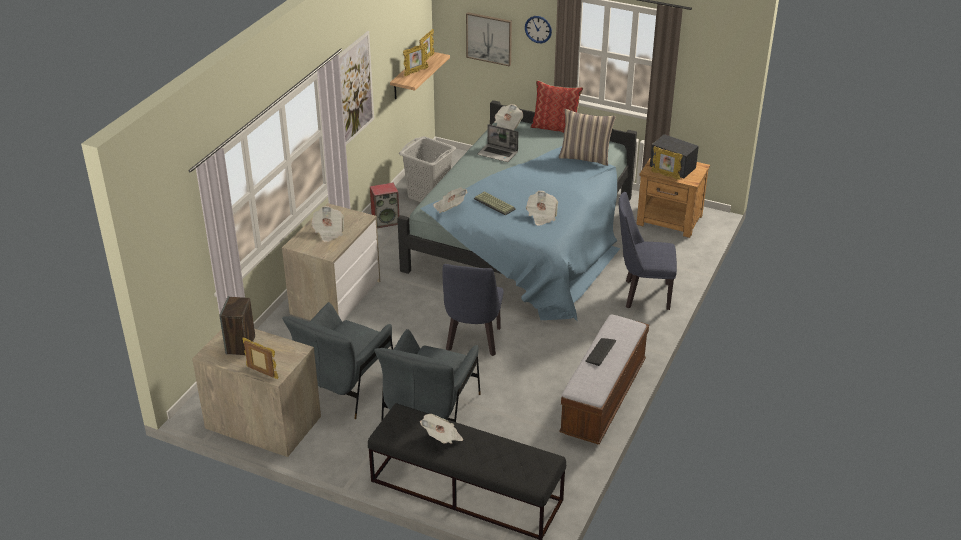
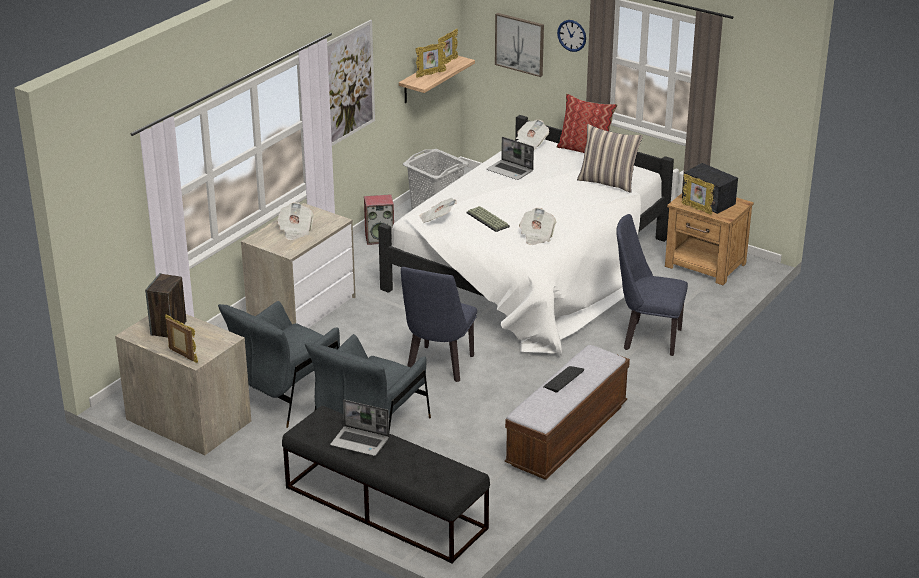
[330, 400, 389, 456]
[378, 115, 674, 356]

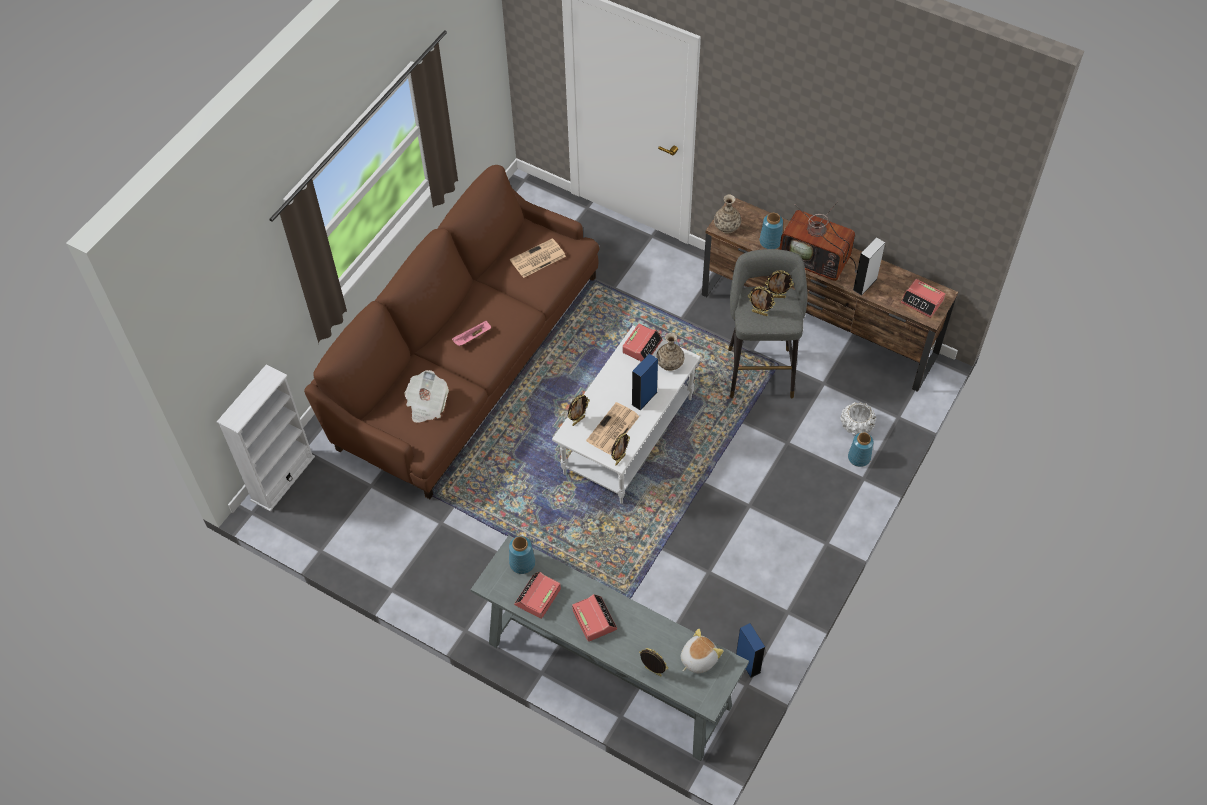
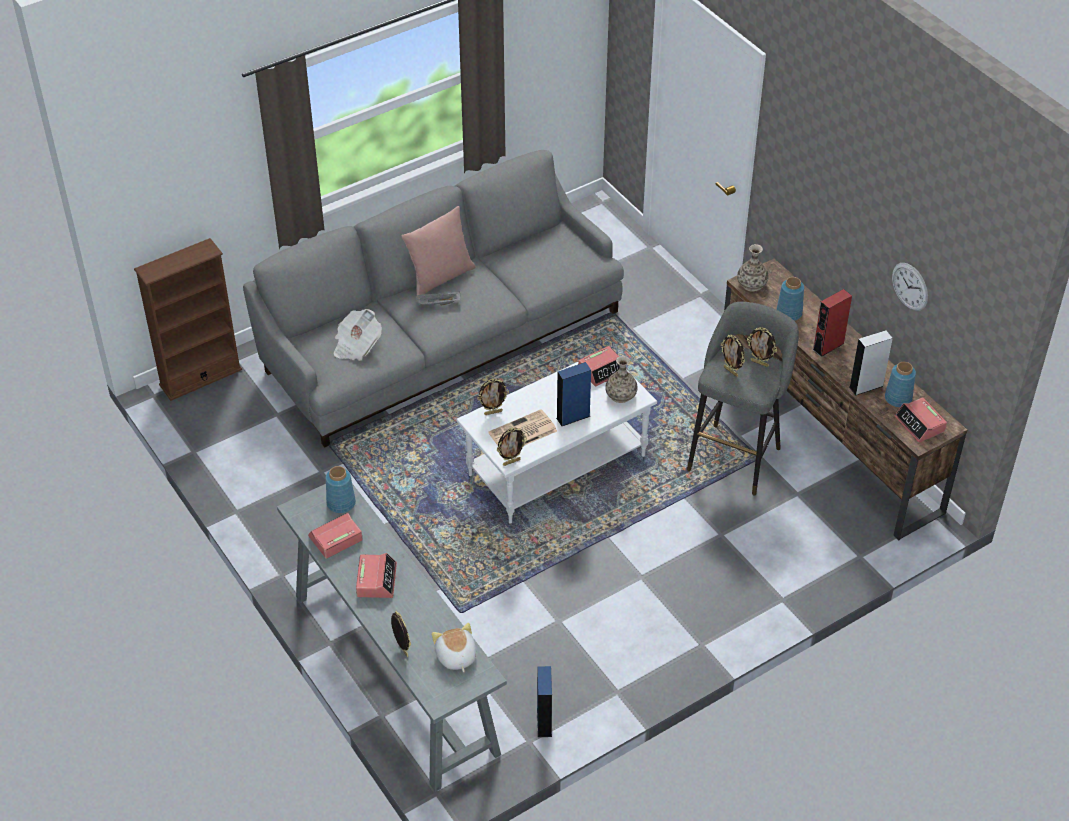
[134, 238, 242, 401]
[243, 150, 624, 448]
[402, 206, 476, 295]
[416, 291, 461, 305]
[432, 623, 476, 672]
[813, 289, 852, 357]
[885, 362, 916, 407]
[892, 263, 928, 311]
[510, 238, 566, 278] (first image)
[840, 402, 876, 435] (first image)

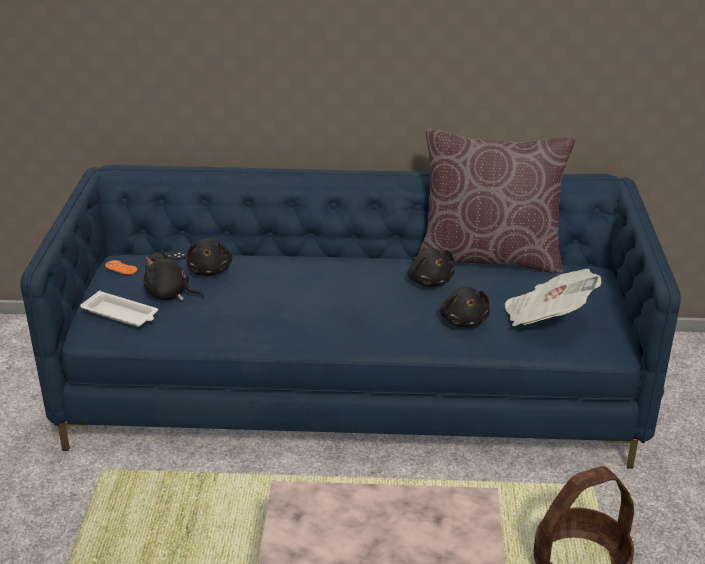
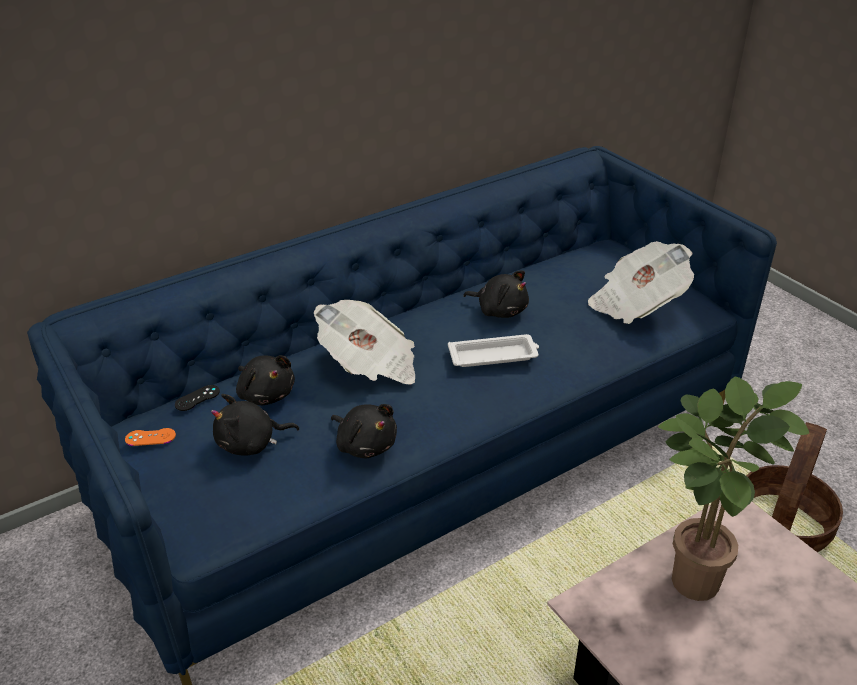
[314, 300, 415, 384]
[331, 404, 397, 459]
[448, 334, 539, 367]
[658, 377, 809, 601]
[418, 129, 575, 273] (first image)

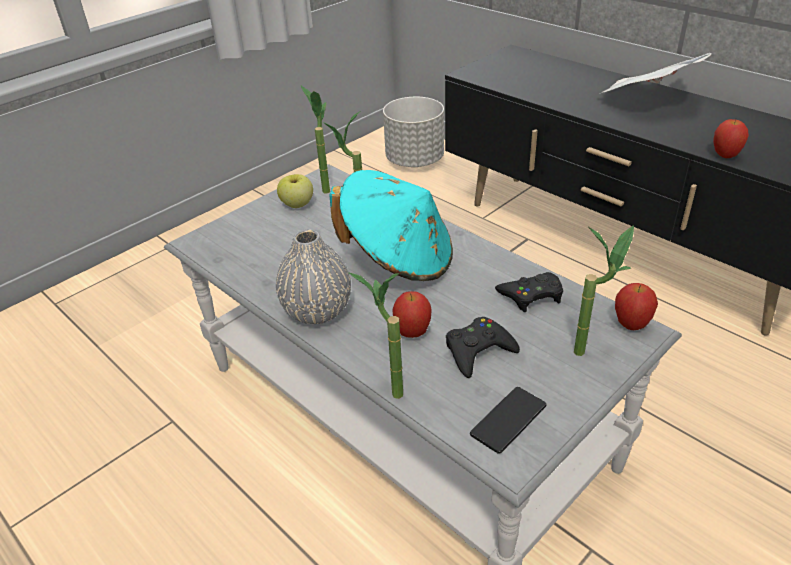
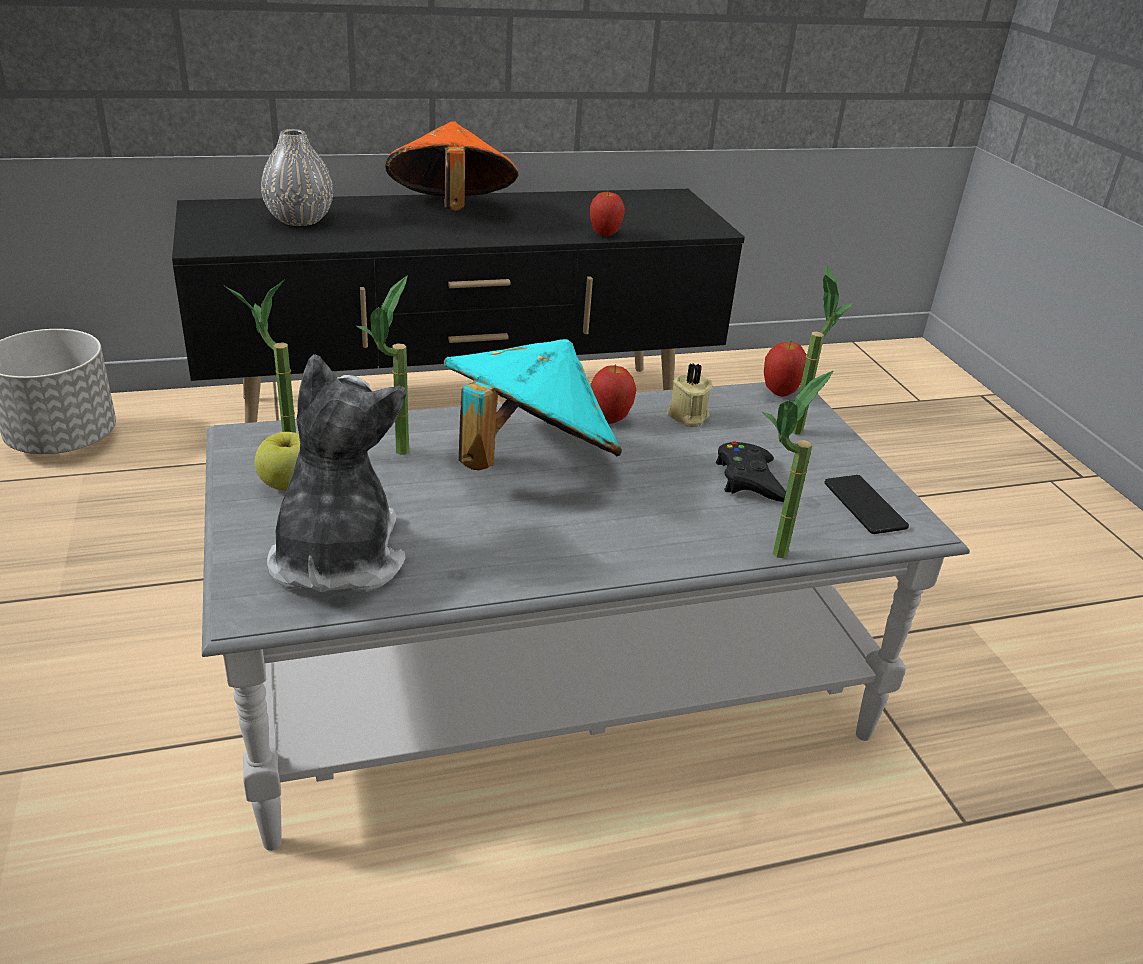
[261, 129, 333, 226]
[267, 354, 406, 592]
[385, 121, 519, 211]
[590, 364, 637, 424]
[667, 363, 713, 427]

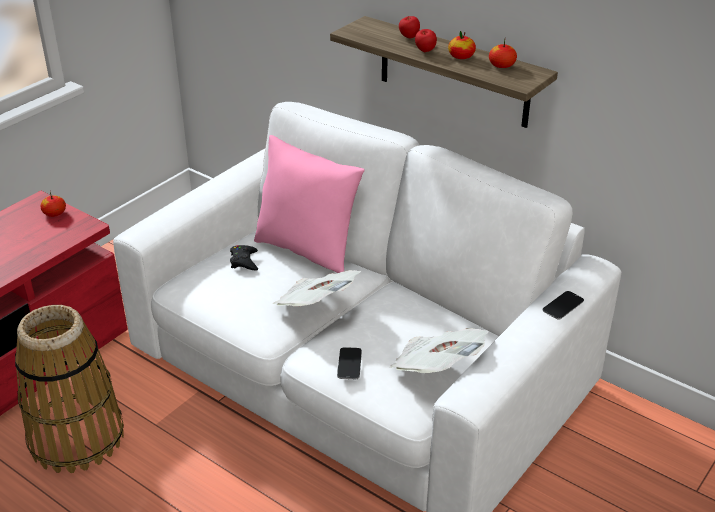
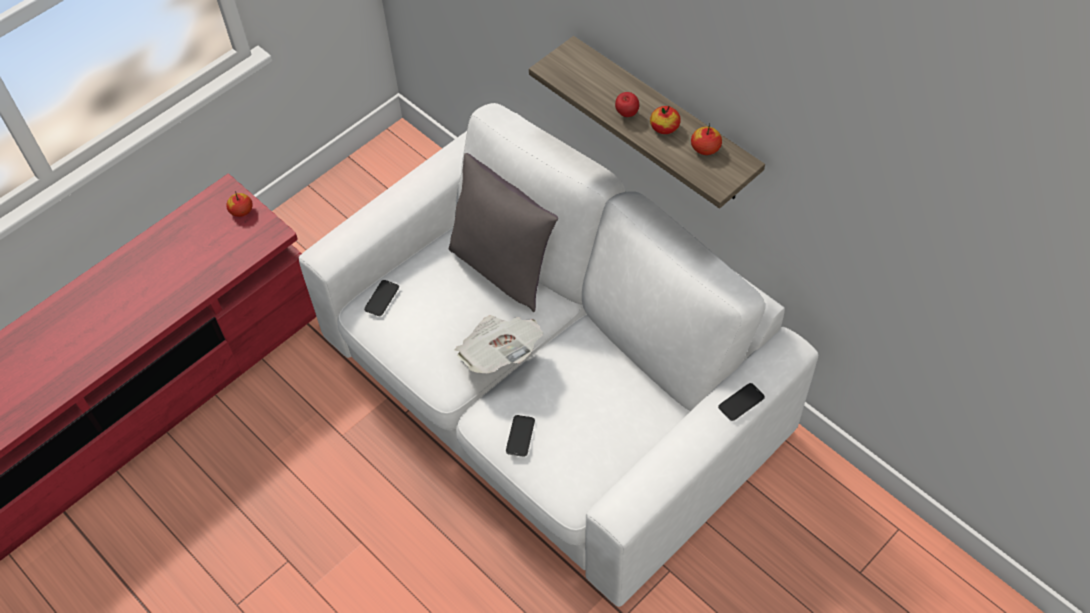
[364, 280, 399, 316]
[449, 153, 558, 312]
[15, 305, 124, 473] (first image)
[230, 245, 258, 271] (first image)
[390, 328, 488, 373] (first image)
[399, 16, 420, 39] (first image)

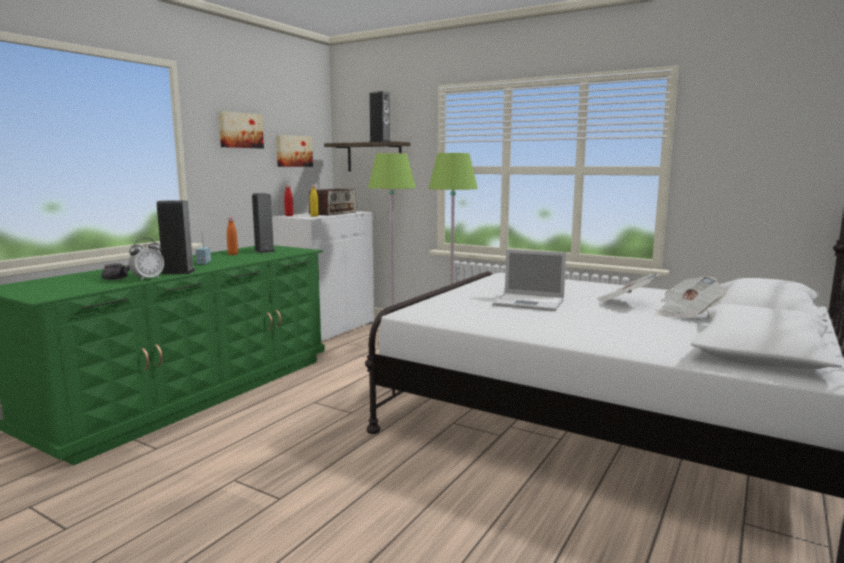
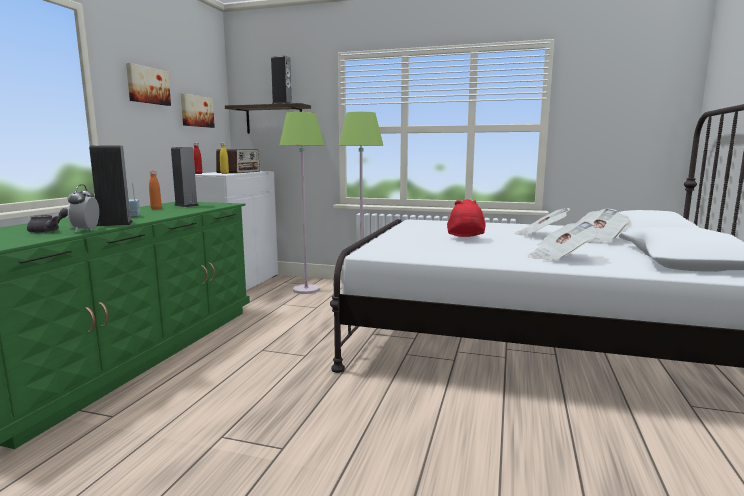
[67, 184, 99, 232]
[447, 199, 486, 237]
[528, 221, 598, 260]

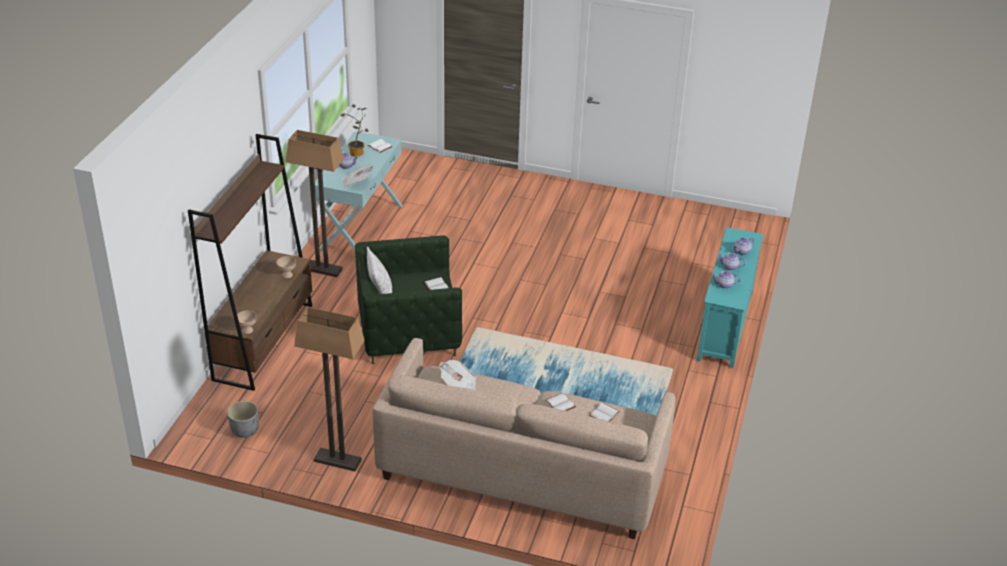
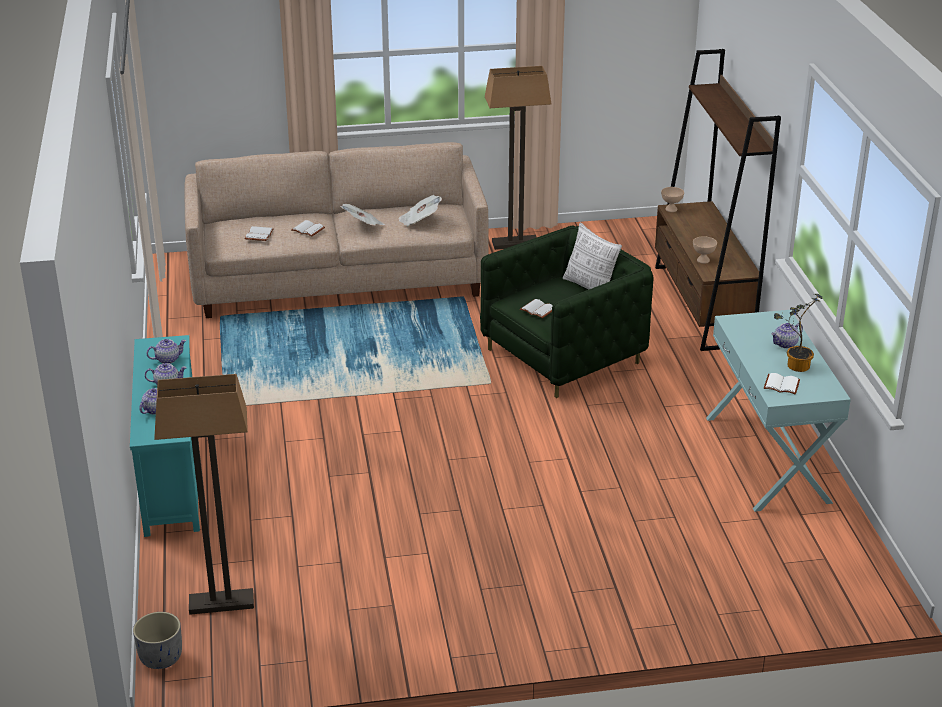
[133, 612, 182, 669]
[154, 374, 254, 615]
[340, 204, 386, 226]

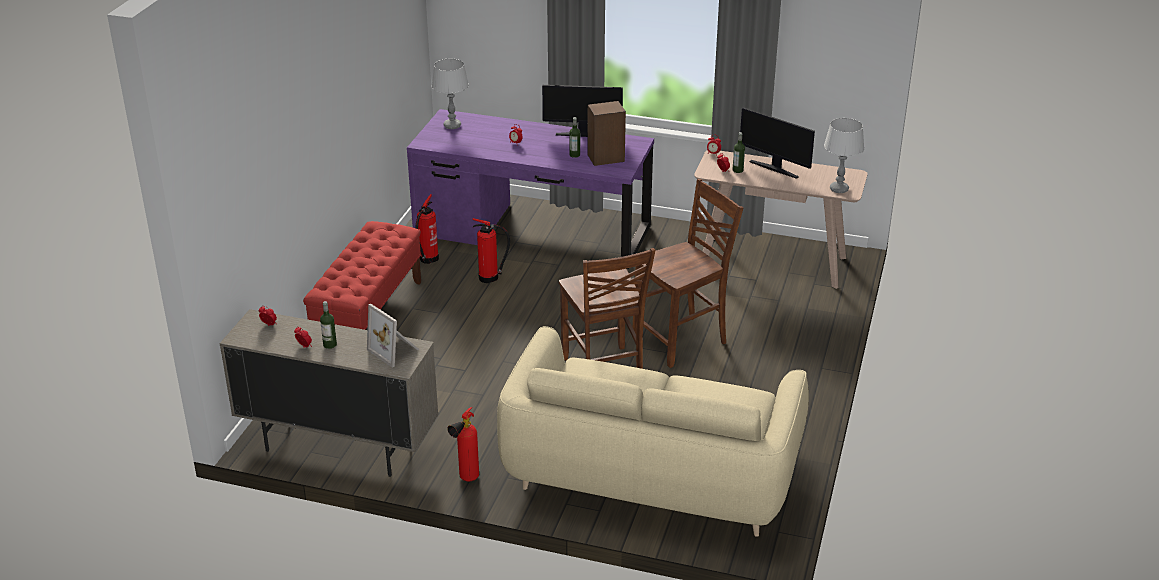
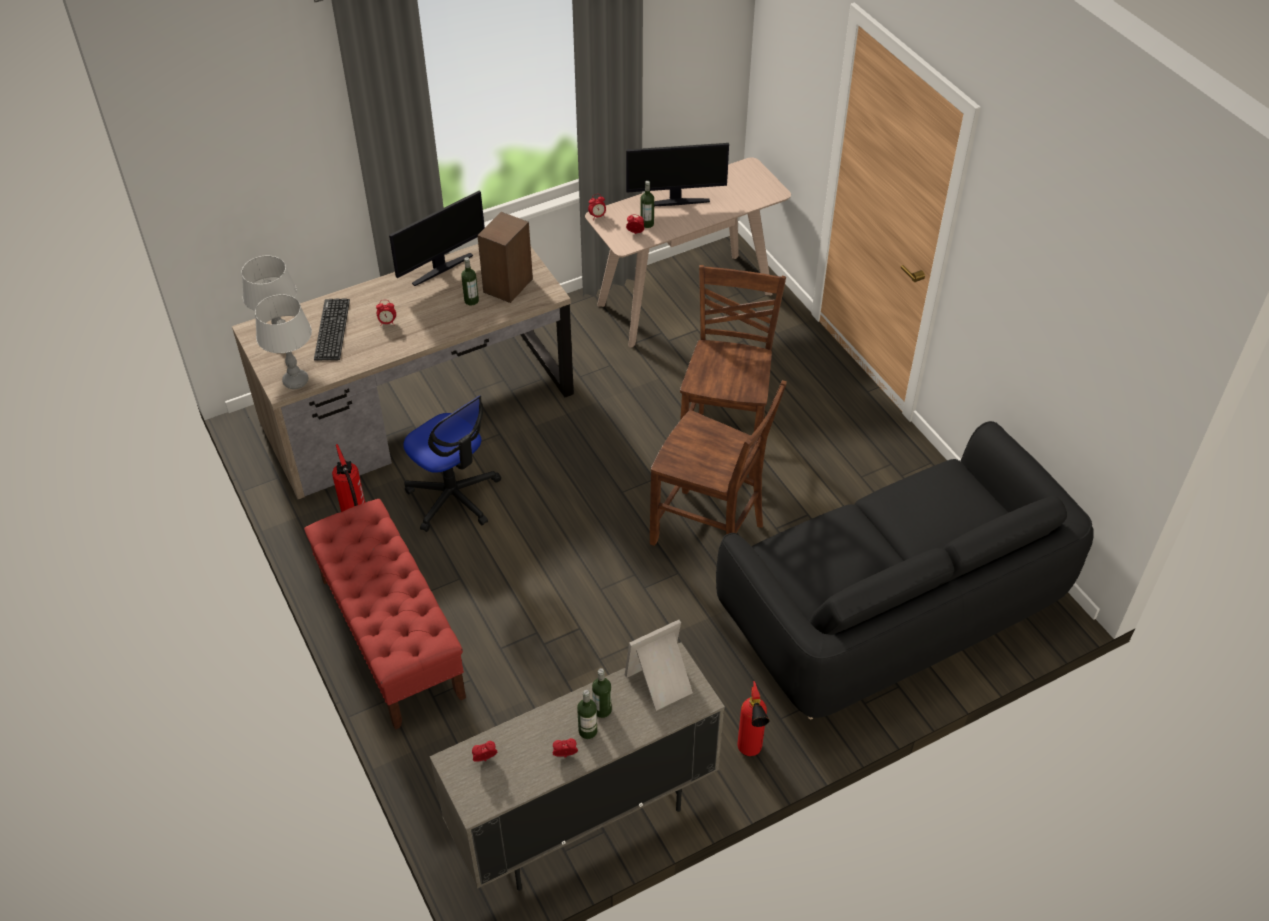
[232, 244, 574, 499]
[255, 294, 312, 389]
[314, 298, 350, 360]
[403, 395, 501, 532]
[592, 668, 612, 718]
[625, 620, 693, 711]
[716, 421, 1094, 719]

